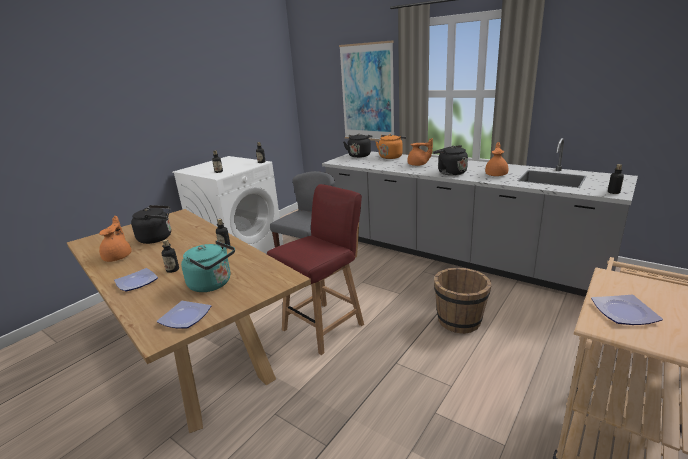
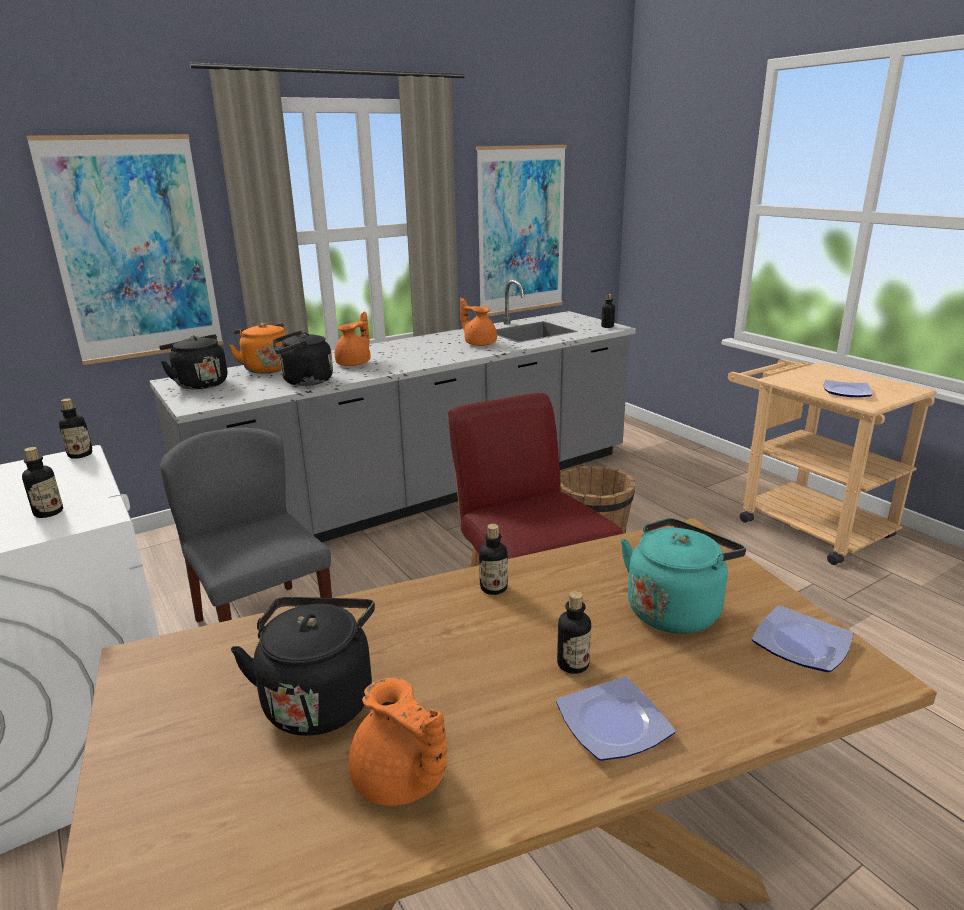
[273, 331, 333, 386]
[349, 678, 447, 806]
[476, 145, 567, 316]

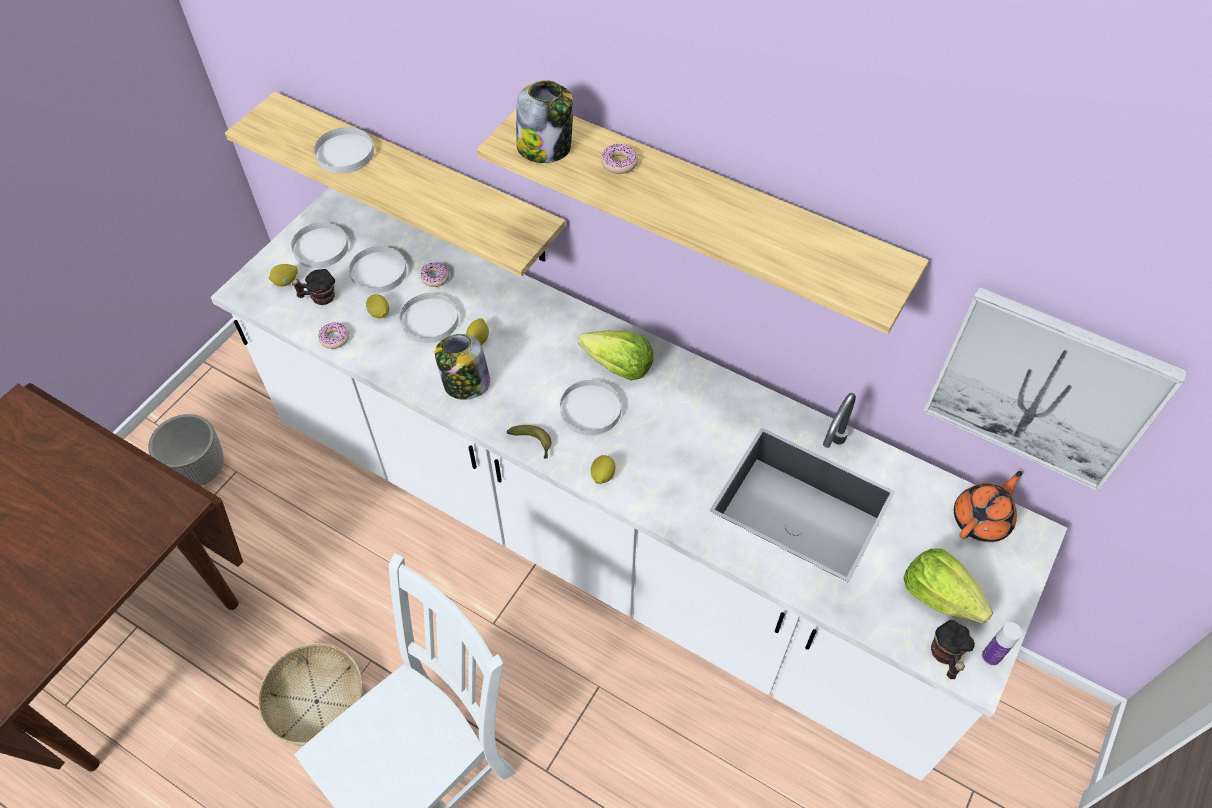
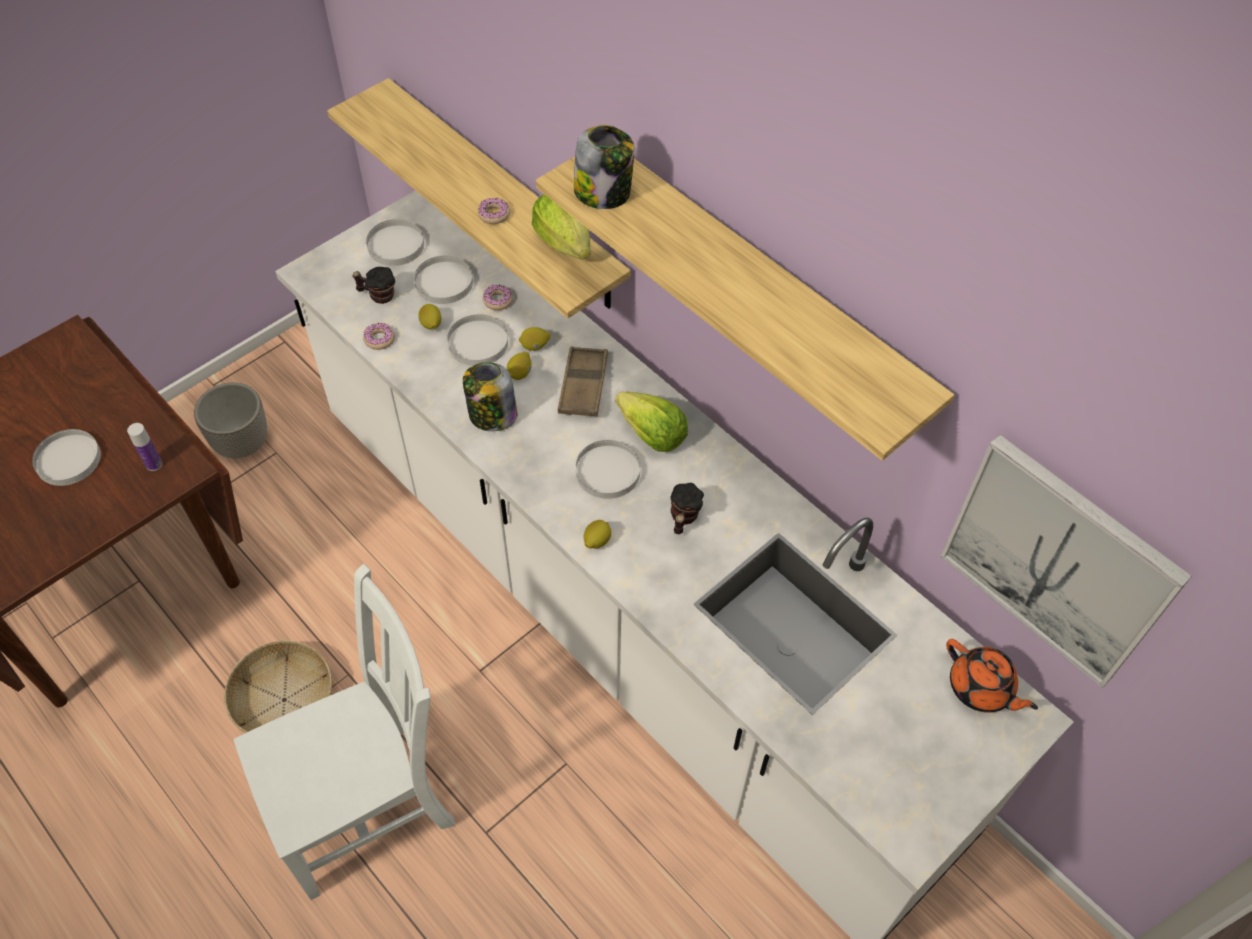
[32, 429, 101, 486]
[127, 423, 162, 471]
[478, 198, 510, 224]
[519, 327, 550, 351]
[532, 194, 591, 259]
[558, 347, 608, 416]
[671, 483, 704, 535]
[946, 639, 1038, 713]
[507, 425, 552, 459] (first image)

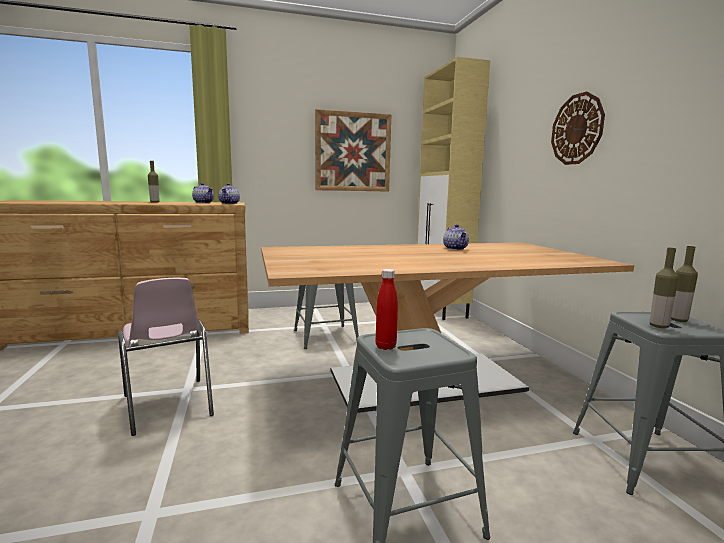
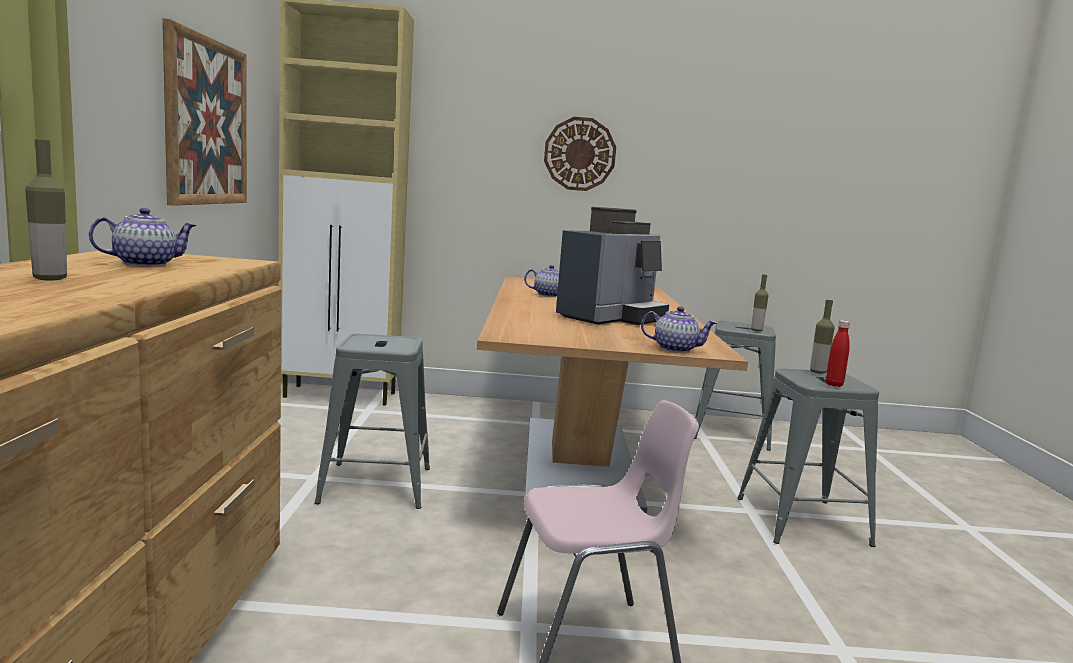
[556, 207, 669, 325]
[641, 306, 717, 353]
[810, 300, 835, 374]

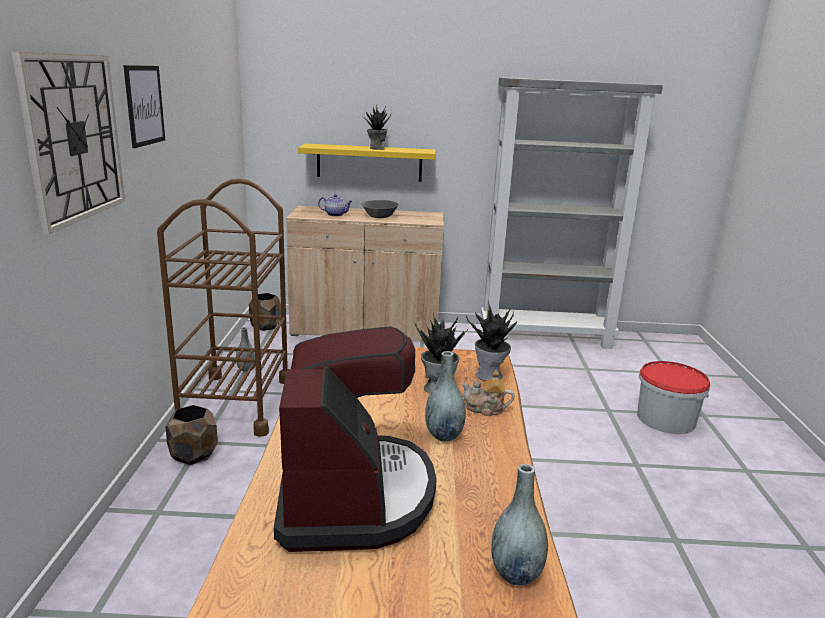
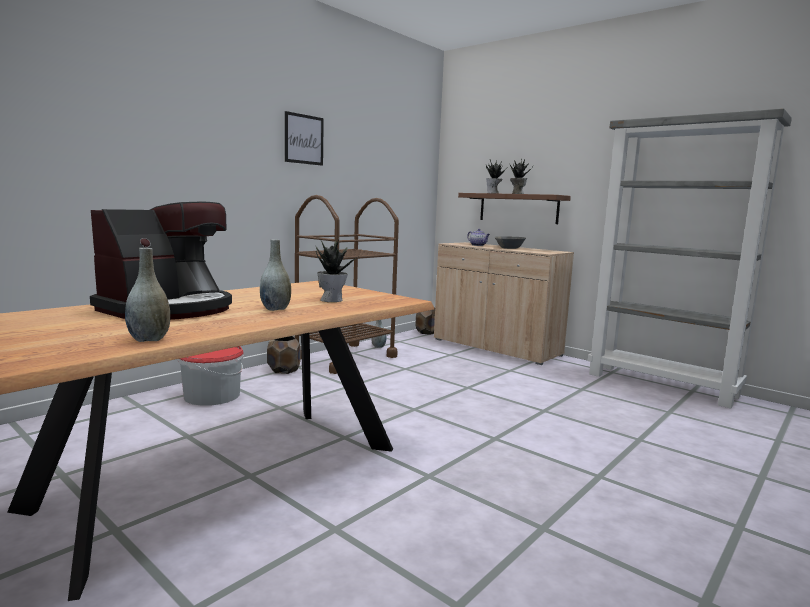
[177, 346, 244, 406]
[458, 193, 571, 224]
[486, 160, 508, 194]
[12, 52, 125, 234] (first image)
[462, 370, 515, 416] (first image)

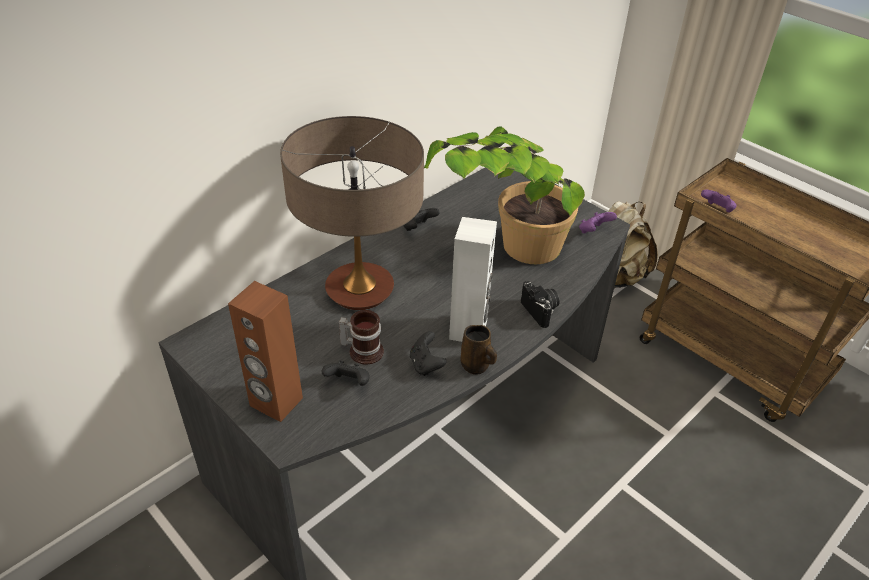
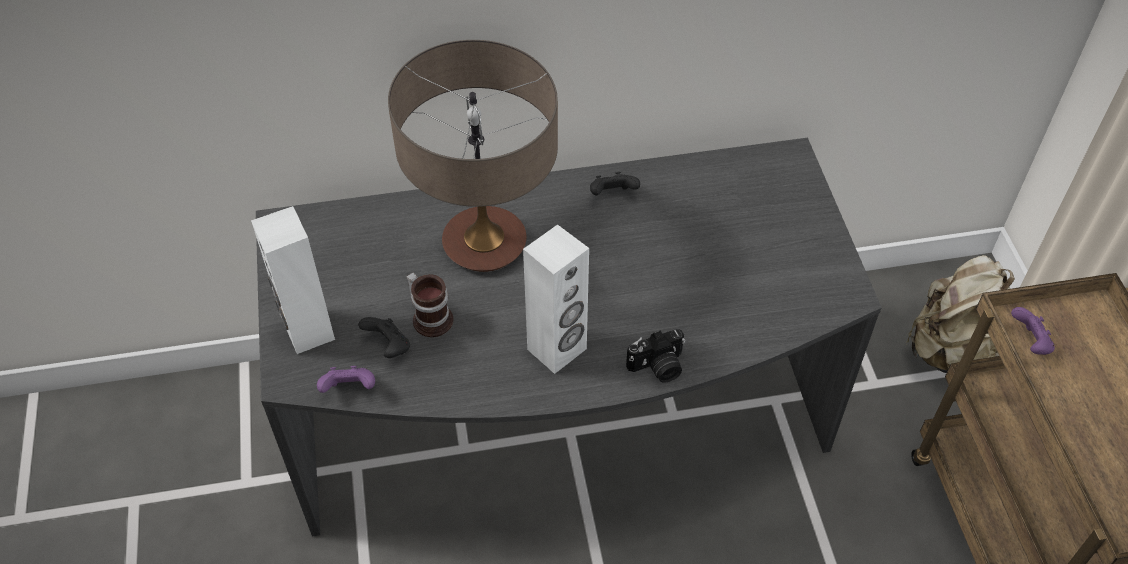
[251, 206, 335, 354]
[317, 366, 375, 393]
[626, 329, 685, 383]
[410, 331, 447, 376] (first image)
[424, 126, 585, 264] (first image)
[461, 325, 497, 375] (first image)

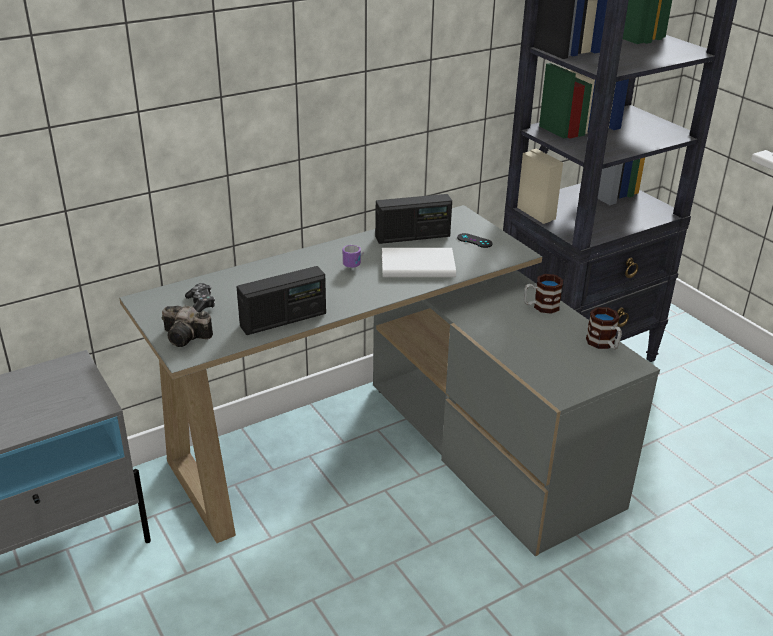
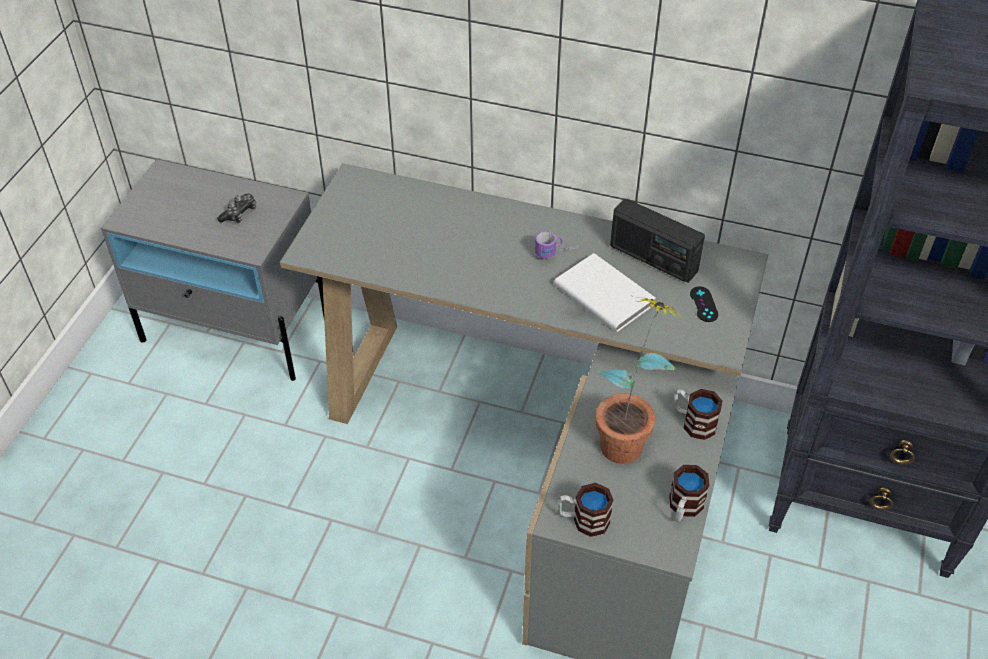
[217, 194, 256, 223]
[558, 483, 613, 537]
[595, 296, 685, 464]
[162, 305, 213, 347] (first image)
[236, 266, 326, 335] (first image)

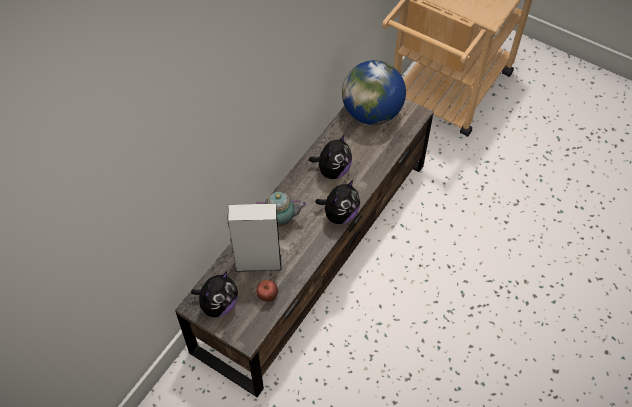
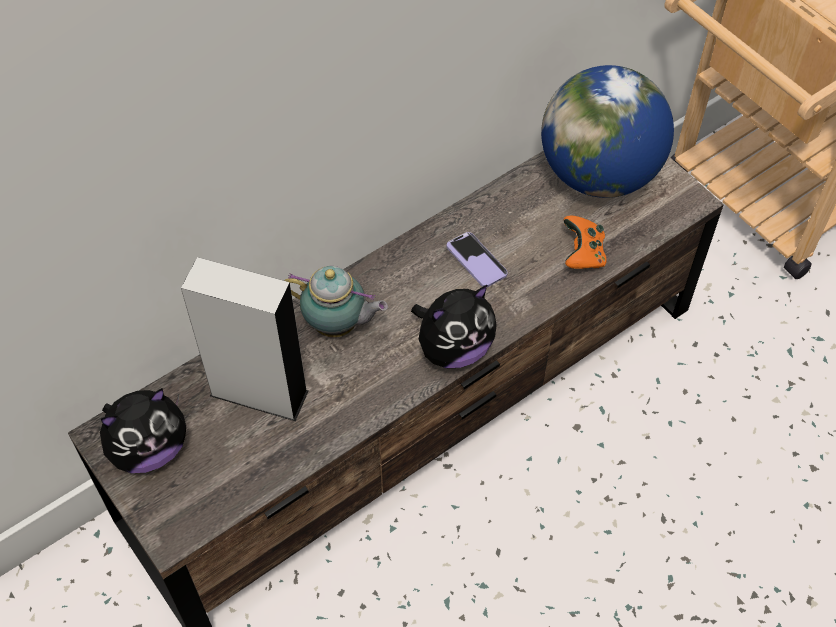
[446, 232, 508, 287]
[563, 216, 607, 269]
[256, 280, 278, 302] (first image)

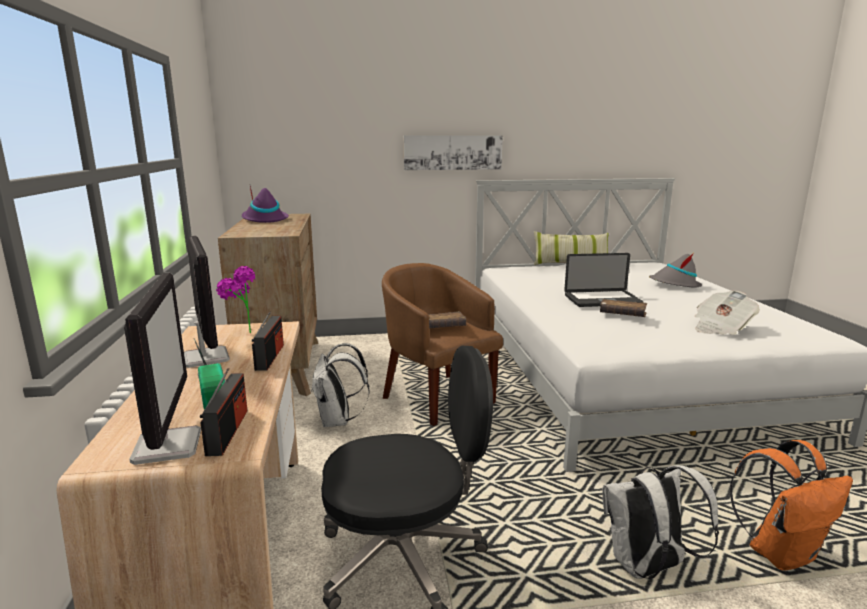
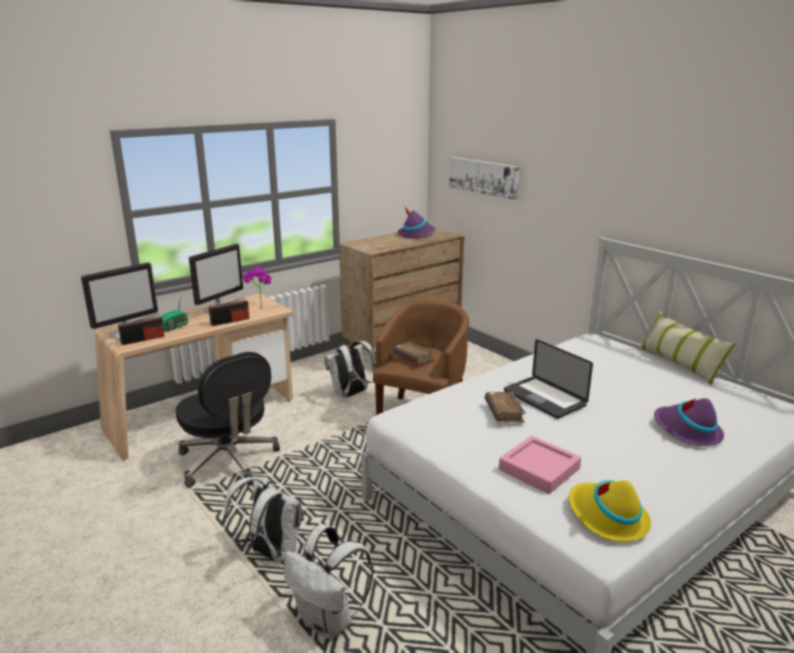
[284, 524, 374, 639]
[449, 157, 519, 200]
[499, 436, 581, 494]
[569, 480, 651, 542]
[654, 398, 724, 446]

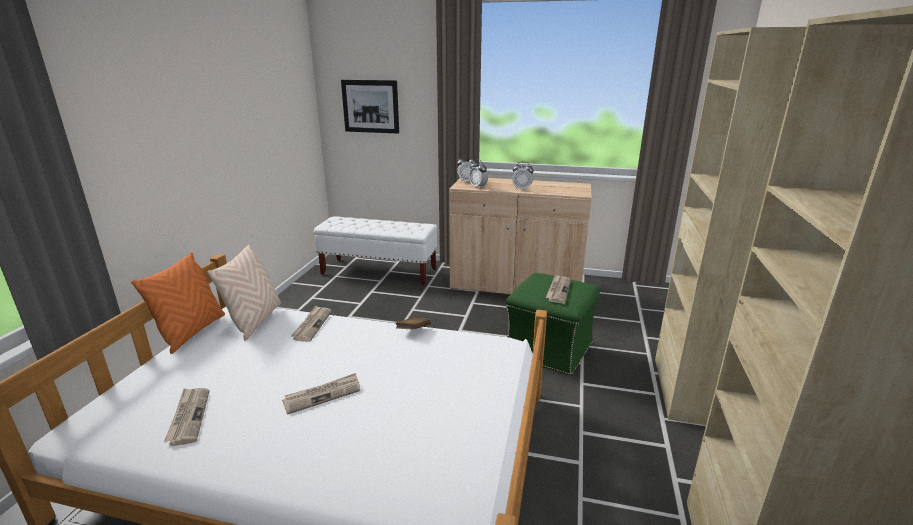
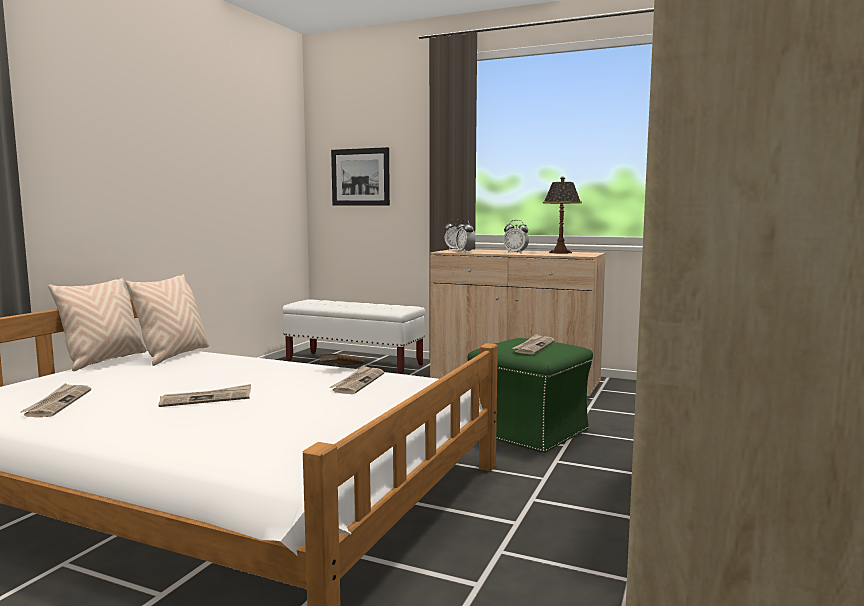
[48, 278, 146, 371]
[330, 365, 384, 394]
[543, 177, 582, 253]

